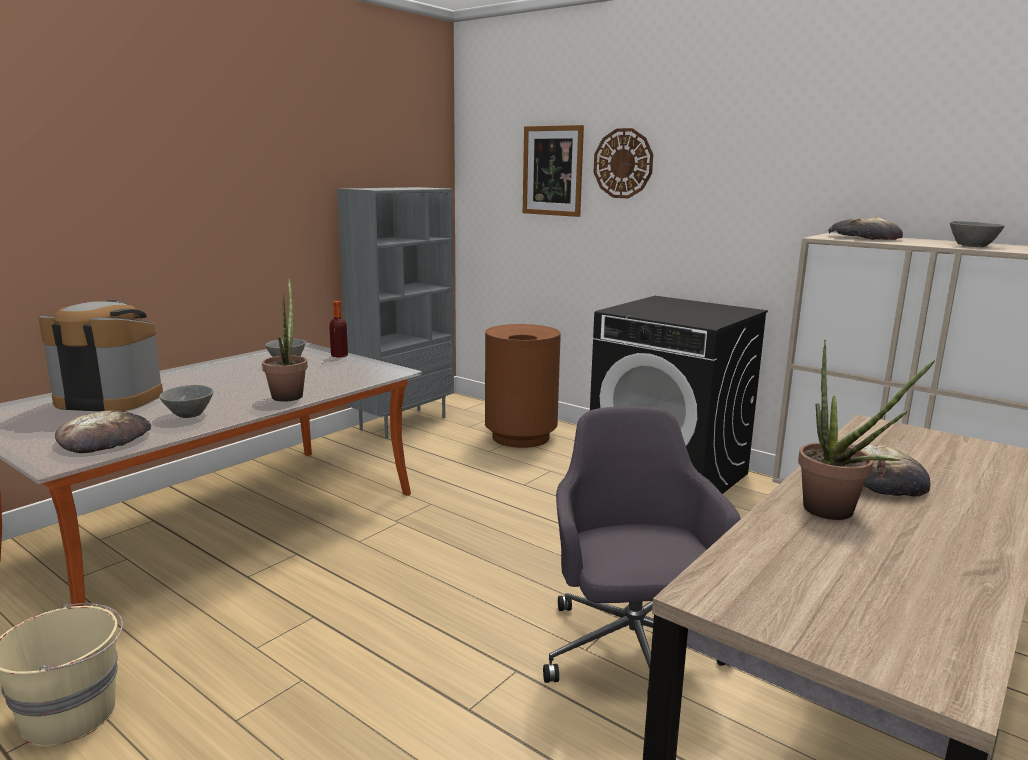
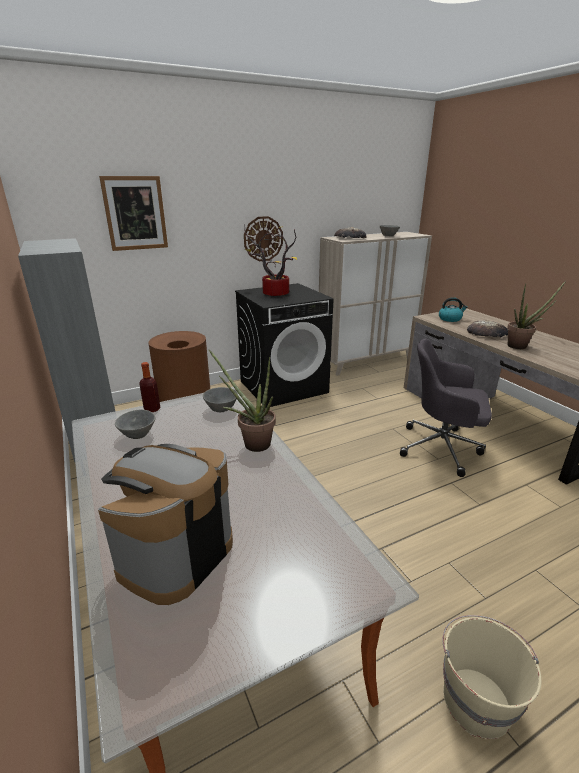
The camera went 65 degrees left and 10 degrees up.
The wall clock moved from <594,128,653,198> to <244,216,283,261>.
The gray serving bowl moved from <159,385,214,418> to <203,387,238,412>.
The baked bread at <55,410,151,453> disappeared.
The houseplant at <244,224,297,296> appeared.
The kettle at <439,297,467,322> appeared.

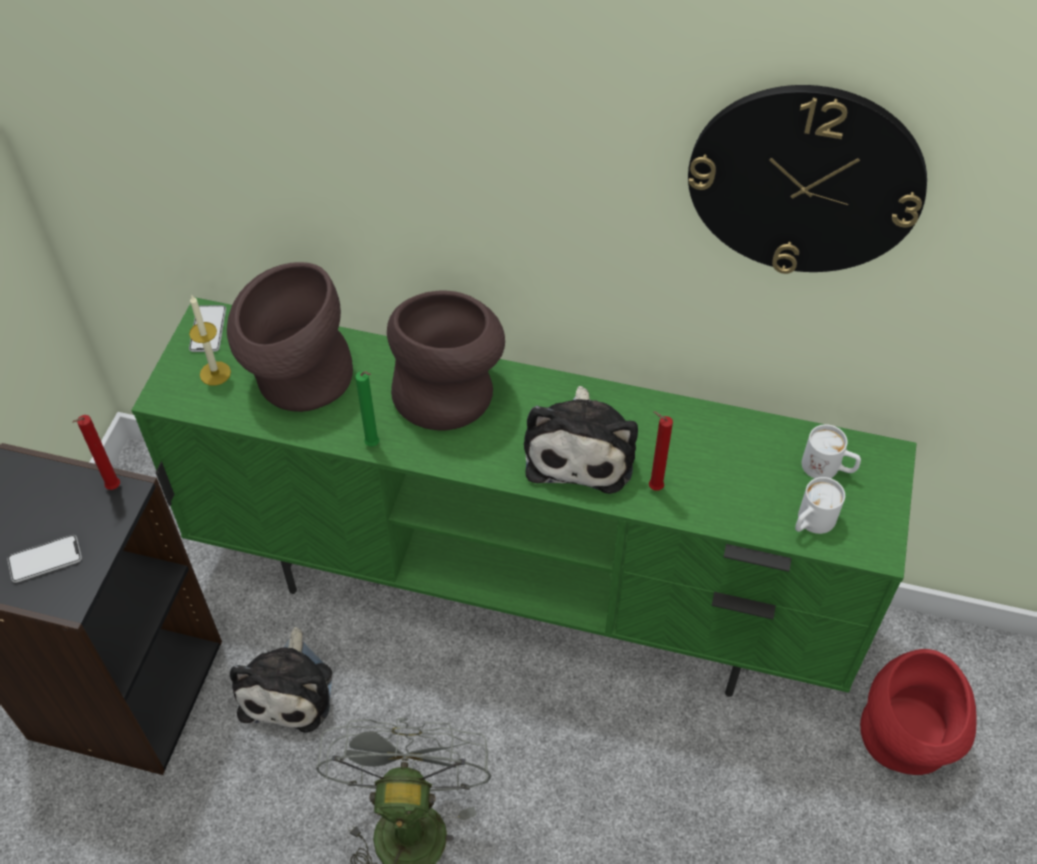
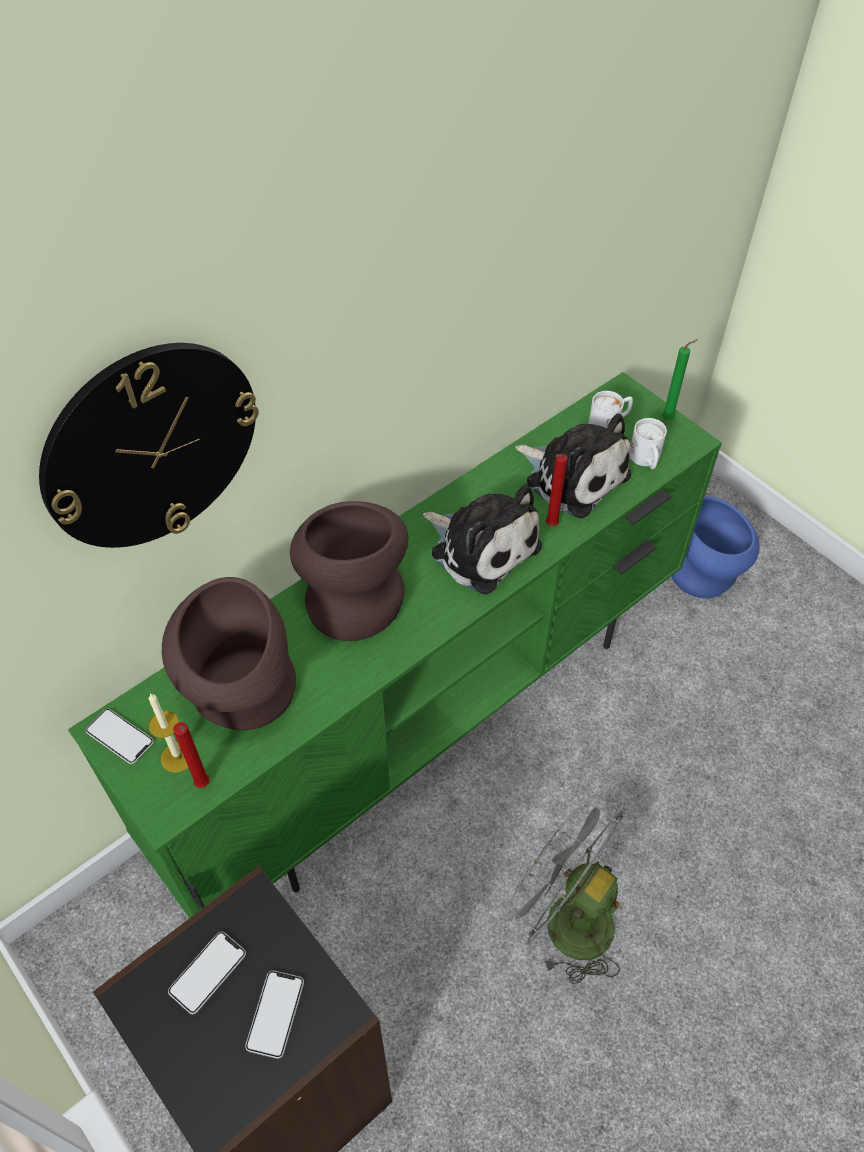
The camera went 55 degrees left and 0 degrees up.
The wall clock moved from <688,85,927,274> to <39,343,259,548>.
The green-coloured wax candle moved from <355,371,379,447> to <662,340,697,420>.
The red-coloured wax candle moved from <72,415,120,490> to <173,722,210,788>.
The plush toy moved from <230,627,332,733> to <515,413,631,518>.
The red-coloured decorative vase at <860,649,977,775> became the blue-coloured decorative vase at <671,496,760,598>.
The phone at <168,931,246,1014> appeared.

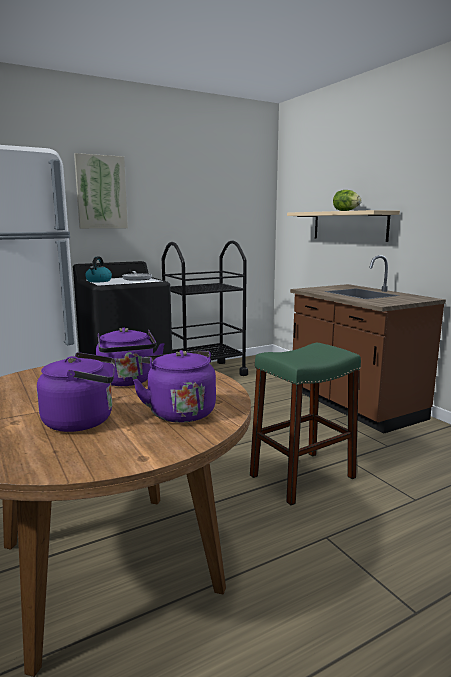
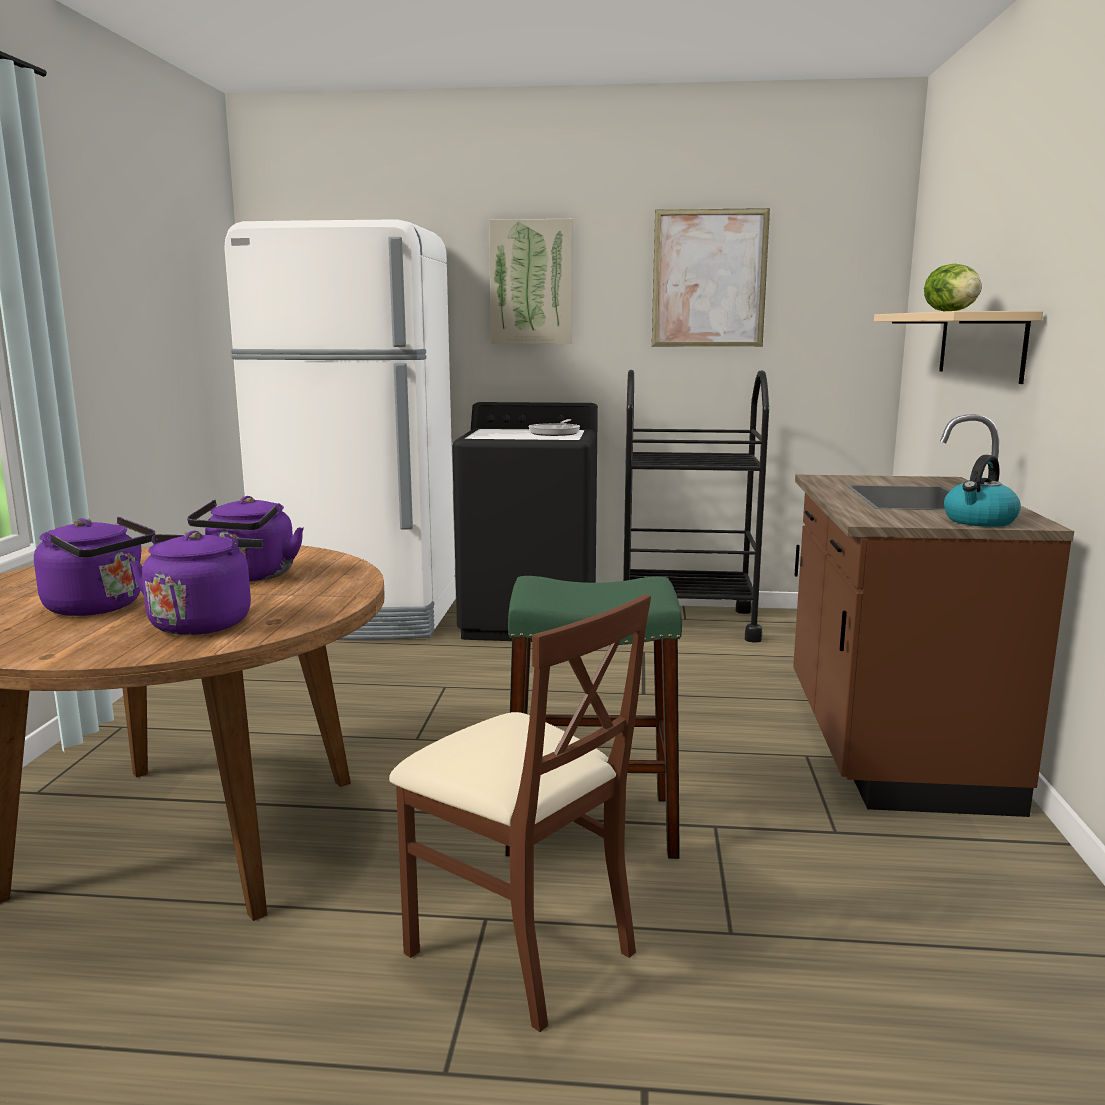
The camera went 35 degrees right and 0 degrees up.
The kettle moved from <85,257,112,282> to <944,455,1021,527>.
The wall art at <652,208,770,347> appeared.
The brown plain chair at <389,594,651,1032> appeared.

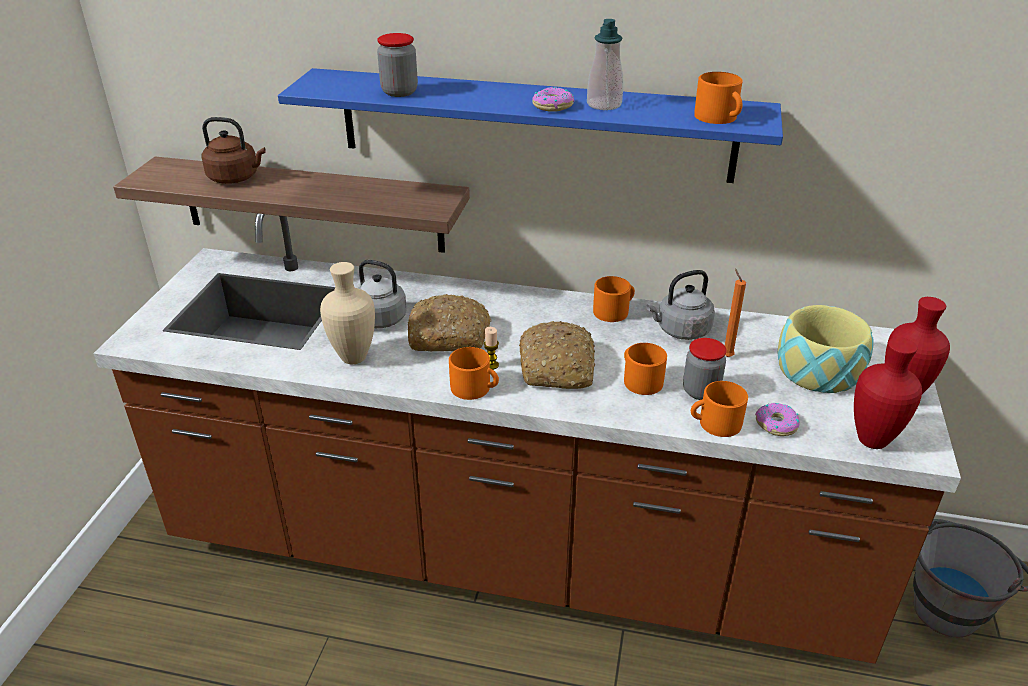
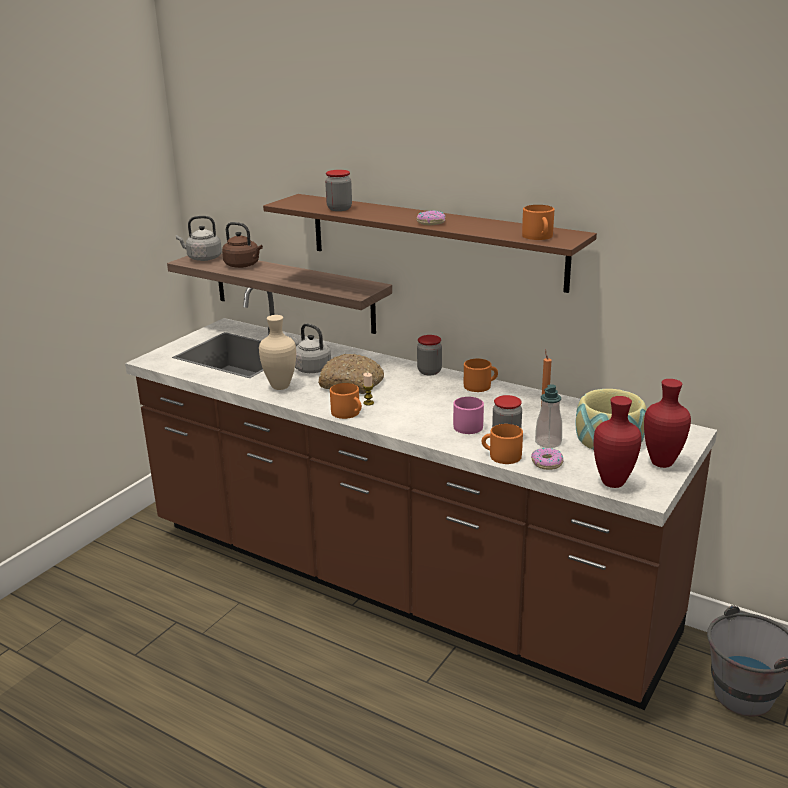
The camera went 20 degrees right and 10 degrees down.
The liquid soap bottle moved from <587,19,623,110> to <535,384,562,448>.
The blue-coloured bracket shelf at <278,68,783,183> became the brown bracket shelf at <263,194,597,293>.
The gray kettle moved from <646,270,715,340> to <176,216,222,261>.
The baked bread at <519,321,595,389> disappeared.
The orangey coffee mug at <624,343,667,395> became the pink-coloured coffee mug at <453,397,484,434>.
The preserve jar at <417,335,442,375> appeared.

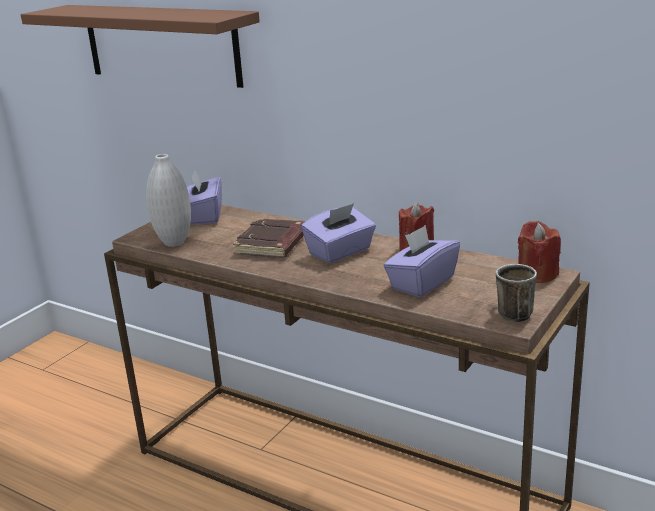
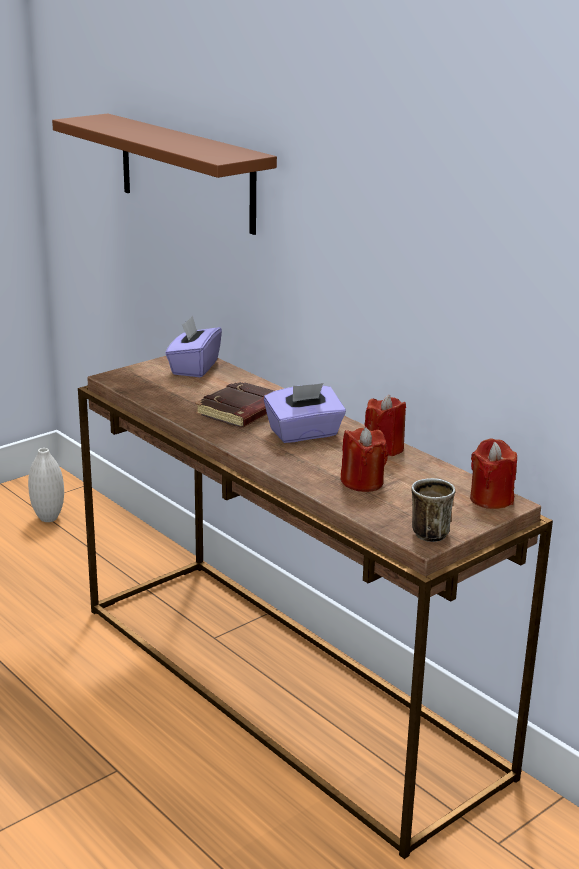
The camera went 15 degrees right and 0 degrees up.
The white-coloured decorative vase moved from <146,154,191,247> to <28,448,64,522>.
The purple tissue box at <384,225,460,297> was replaced by the red-coloured wax candle at <340,427,388,492>.

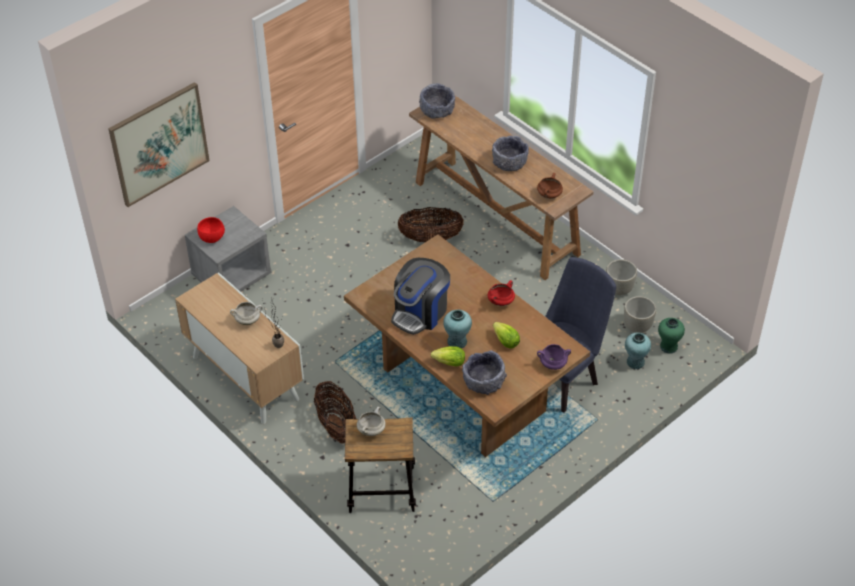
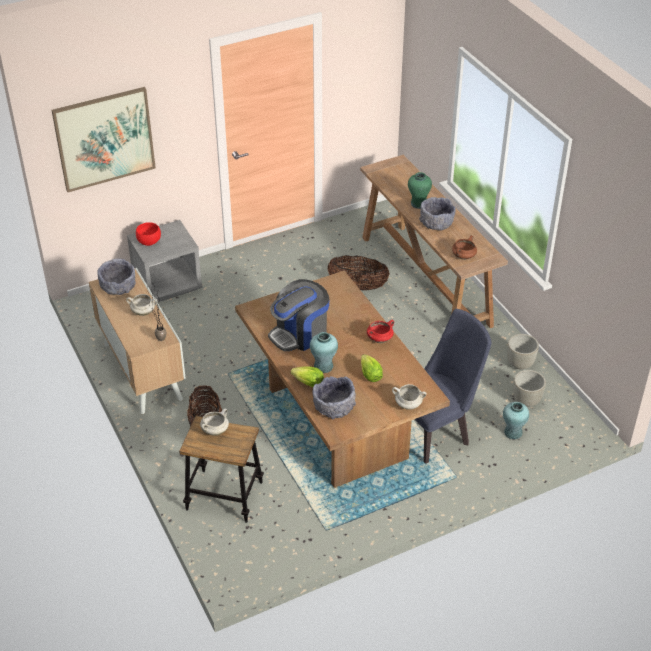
The camera went 15 degrees right and 5 degrees down.
The gray serving bowl moved from <419,83,455,119> to <97,259,136,295>.
The green-coloured decorative vase moved from <658,318,685,354> to <408,172,432,209>.
The purple saucepot at <537,344,571,370> became the white-coloured saucepot at <392,384,427,410>.

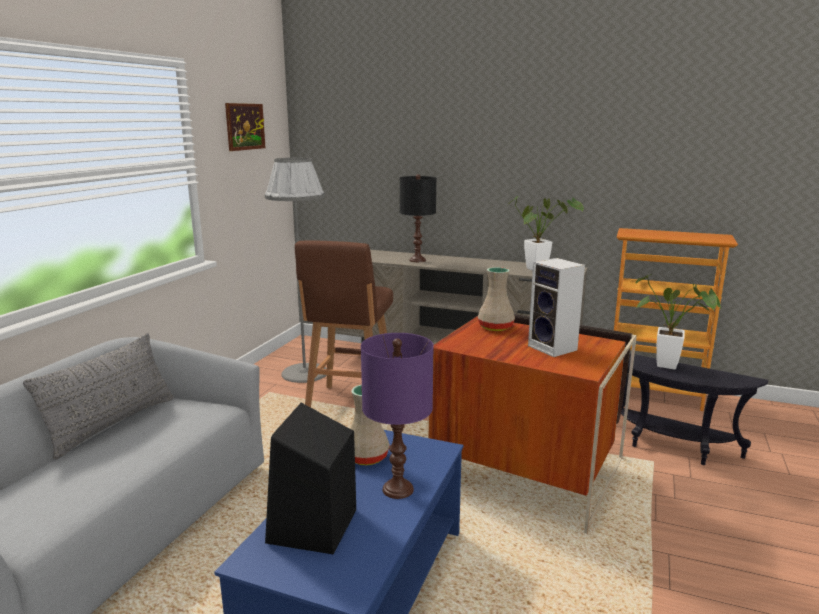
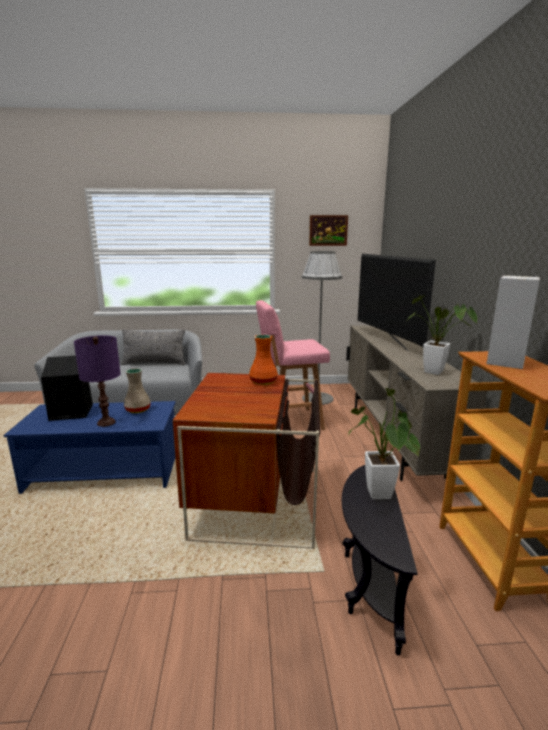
The camera went 65 degrees right and 0 degrees up.
The black table lamp at <400,174,436,262> was replaced by the TV at <358,254,436,351>.
The brown stool at <295,241,393,407> became the pink-coloured stool at <256,300,330,430>.
The loudspeaker moved from <528,258,585,357> to <487,275,540,369>.
The beige-coloured decorative vase at <478,267,515,331> became the orangey decorative vase at <249,335,278,385>.

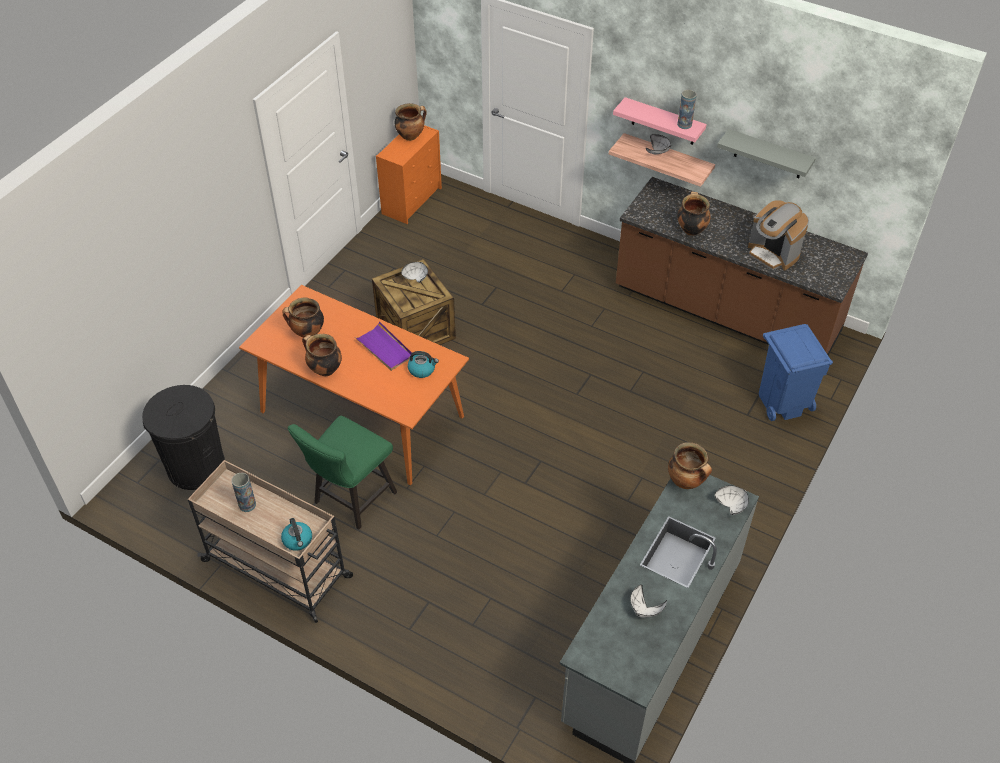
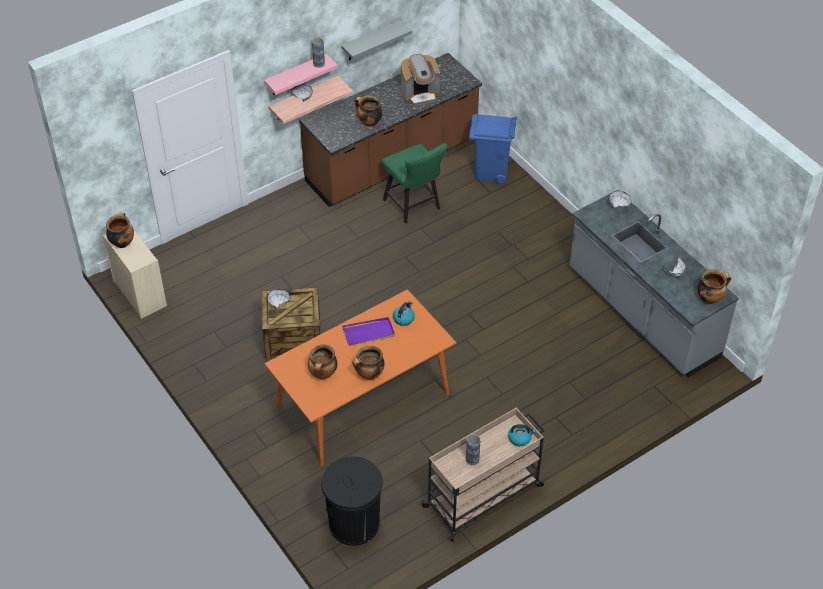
The camera went 65 degrees left and 0 degrees up.
The orangey dresser at <376,125,442,224> became the beige-coloured dresser at <102,231,167,319>.
The green-coloured plain chair moved from <288,416,397,529> to <382,143,448,224>.
The saucepot moved from <668,442,712,489> to <697,269,731,304>.

